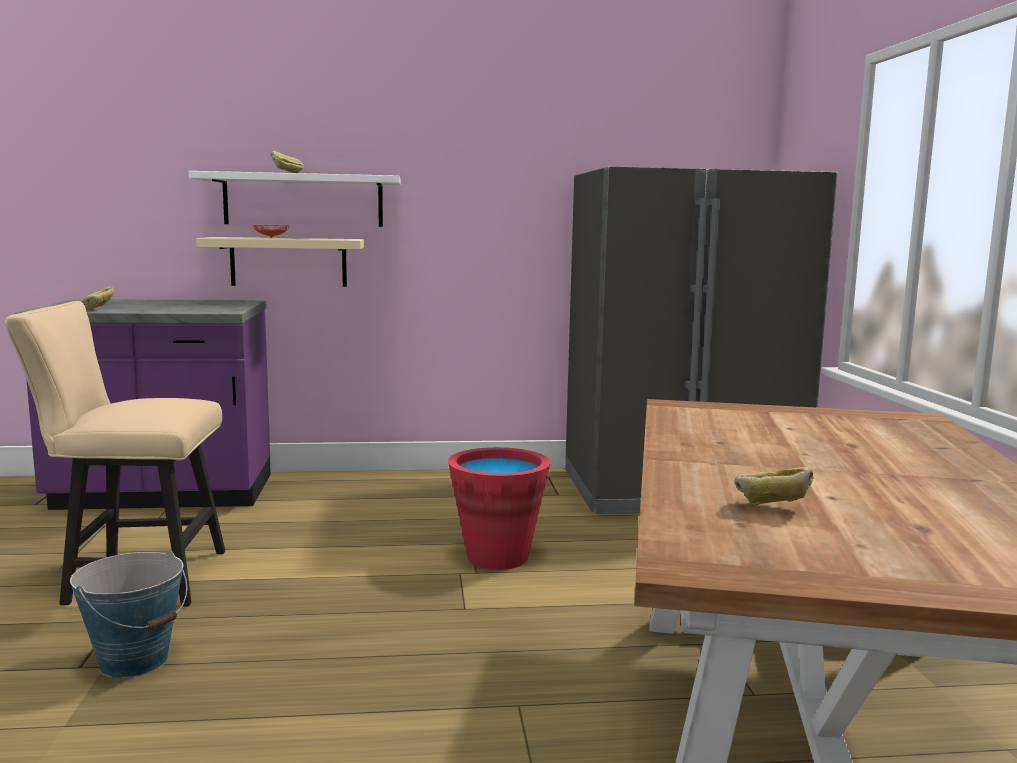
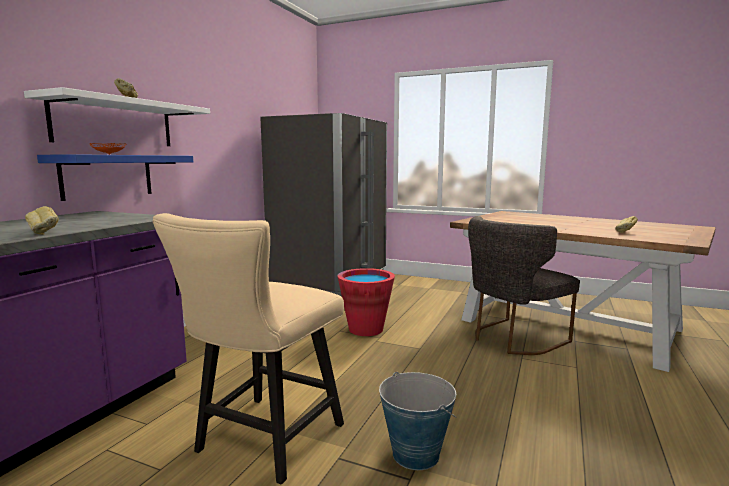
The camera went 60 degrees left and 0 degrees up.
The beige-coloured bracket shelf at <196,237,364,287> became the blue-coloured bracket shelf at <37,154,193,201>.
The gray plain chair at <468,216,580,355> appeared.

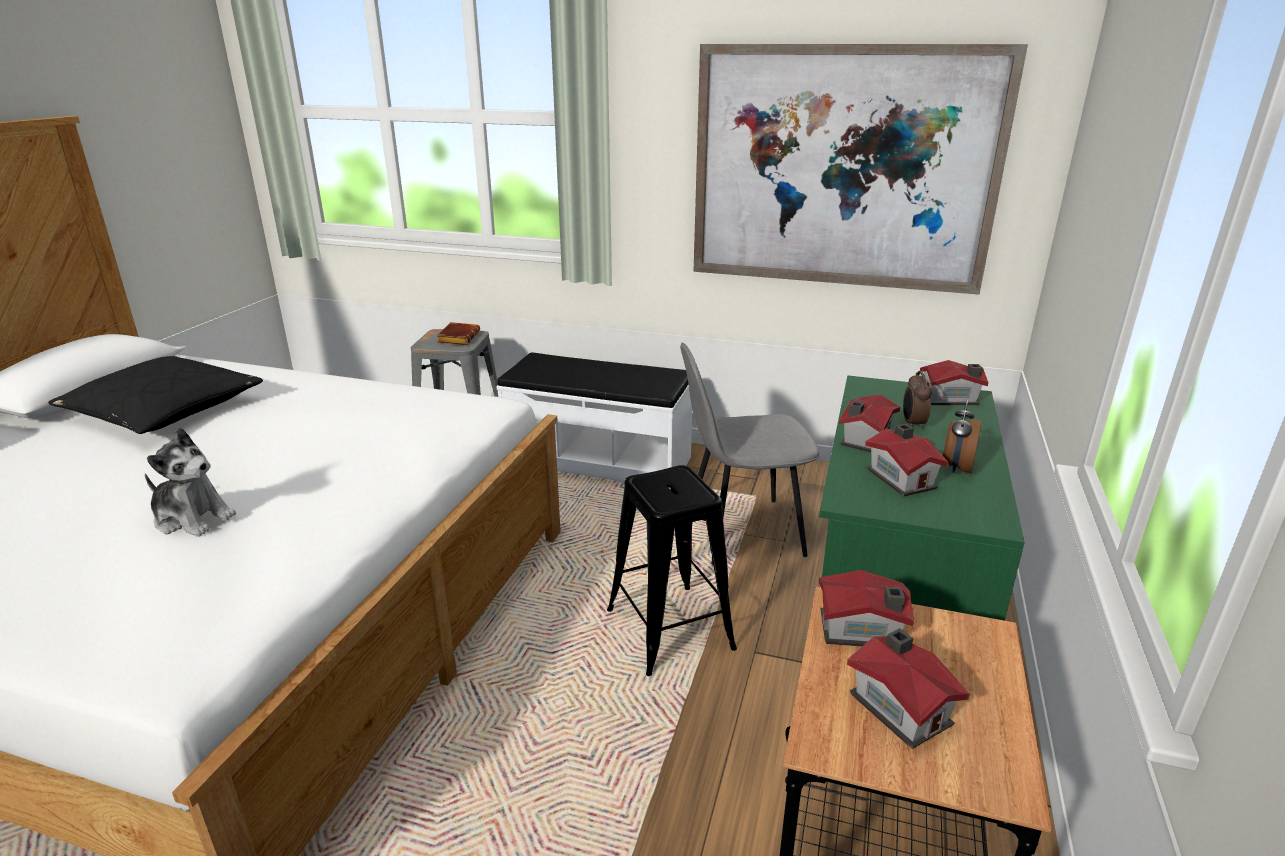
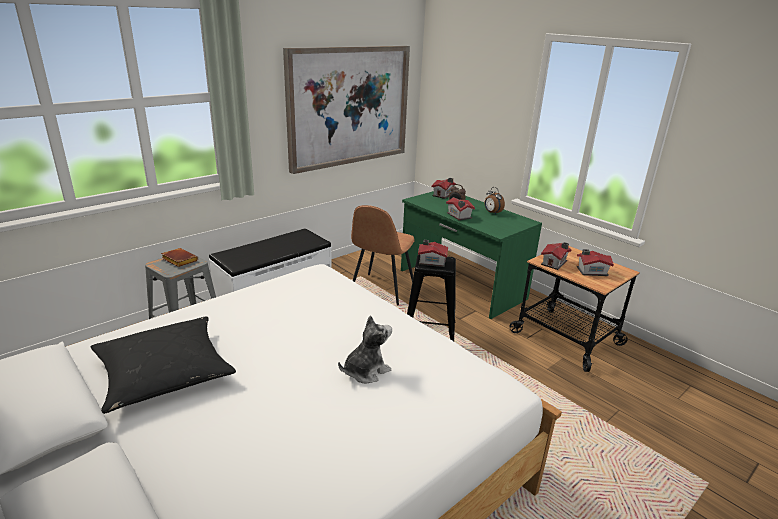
The camera went 60 degrees left and 0 degrees up.
The gray plain chair at <680,343,820,565> became the brown plain chair at <351,205,415,305>.
The toy house moved from <865,424,948,497> to <418,240,448,267>.

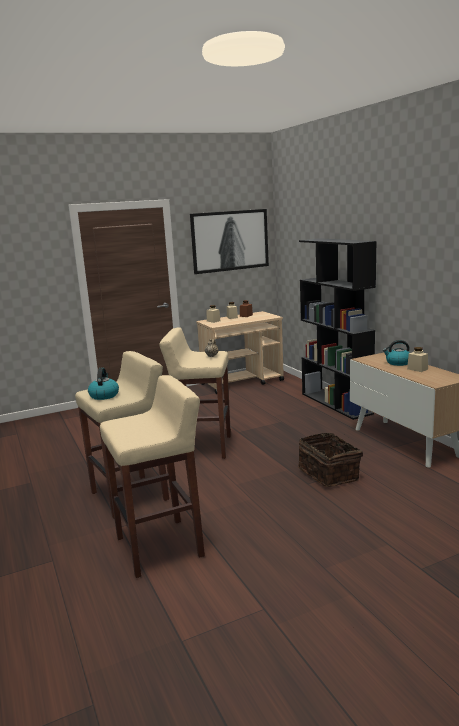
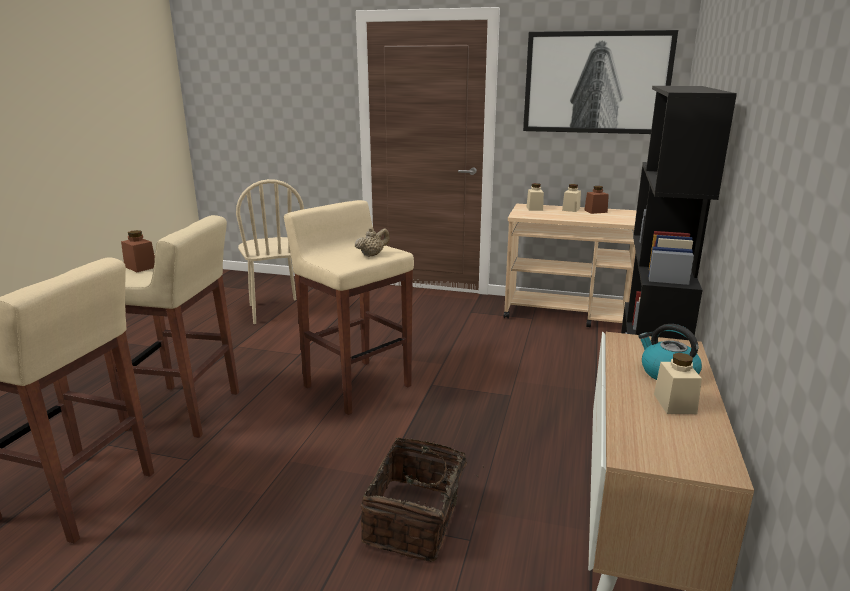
The camera went 40 degrees right and 5 degrees up.
The kettle at <88,368,119,400> was replaced by the brown preserve jar at <121,230,155,272>.
The beige-coloured plain chair at <236,179,304,324> appeared.

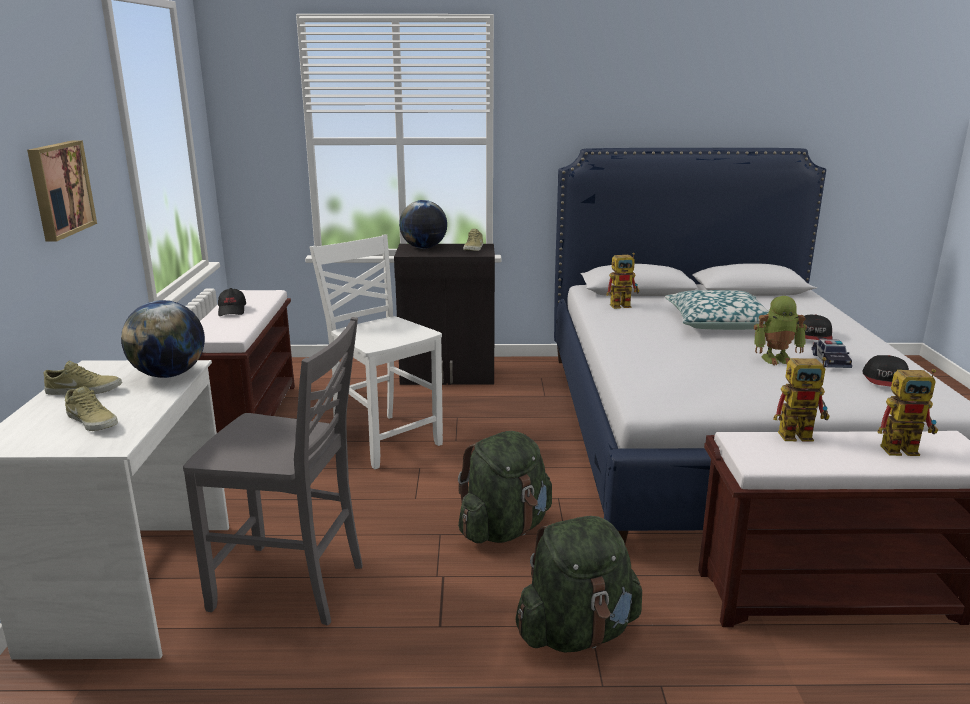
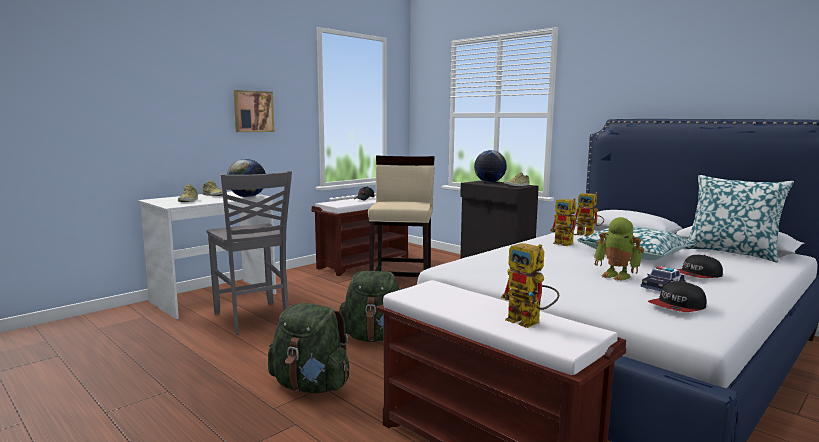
The camera went 45 degrees right and 10 degrees down.
The white-coloured plain chair at <310,234,443,469> was replaced by the beige-coloured stool at <368,156,435,277>.
The robot figure moved from <773,357,830,442> to <550,198,585,246>.
The pillow at <684,175,794,263> appeared.

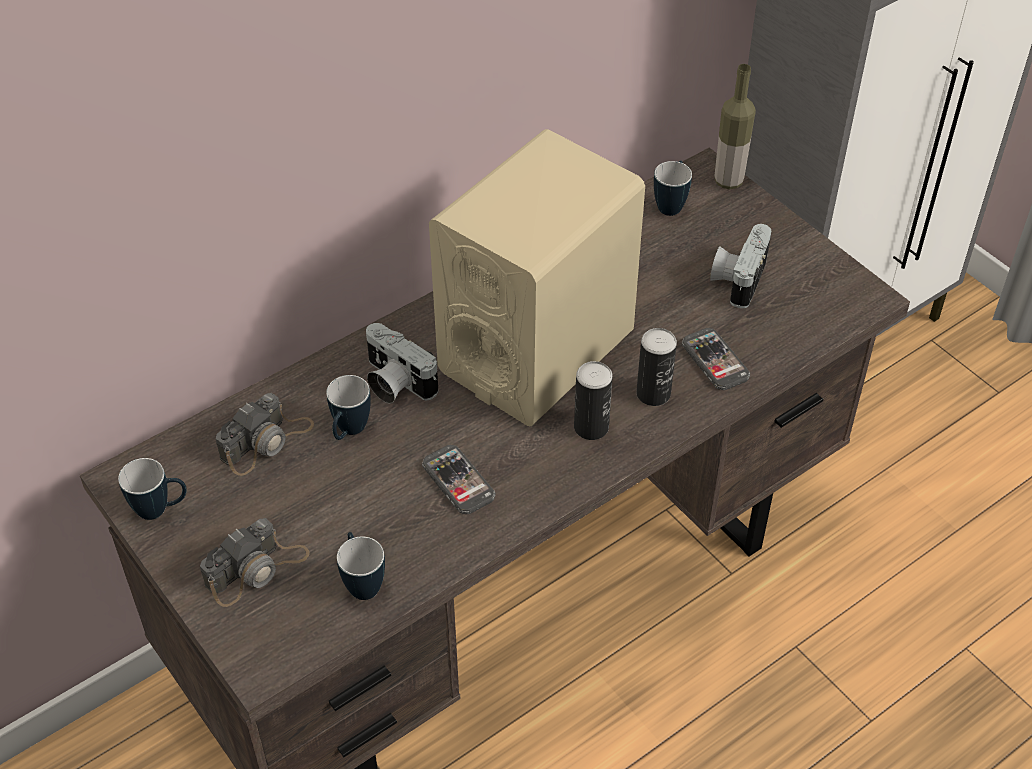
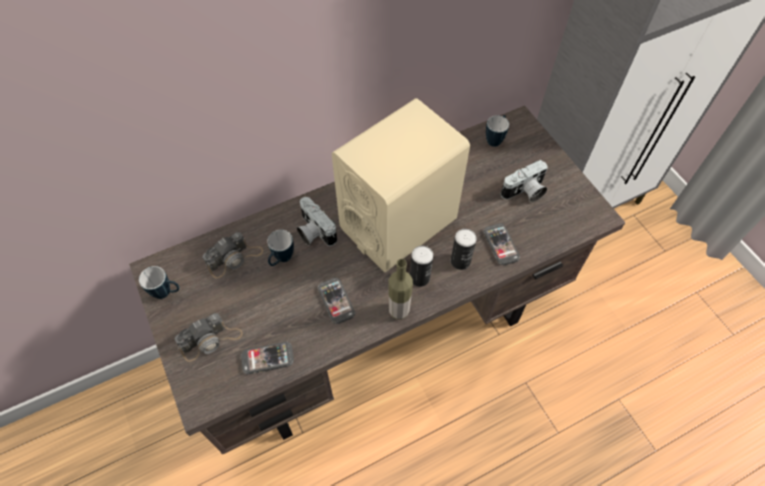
The camera went 10 degrees right and 10 degrees up.
The drink bottle moved from <714,64,756,189> to <388,259,413,320>.
The still camera at <710,224,772,308> turned 150 degrees counterclockwise.
The coffee mug at <337,532,385,600> was replaced by the phone at <241,342,294,374>.

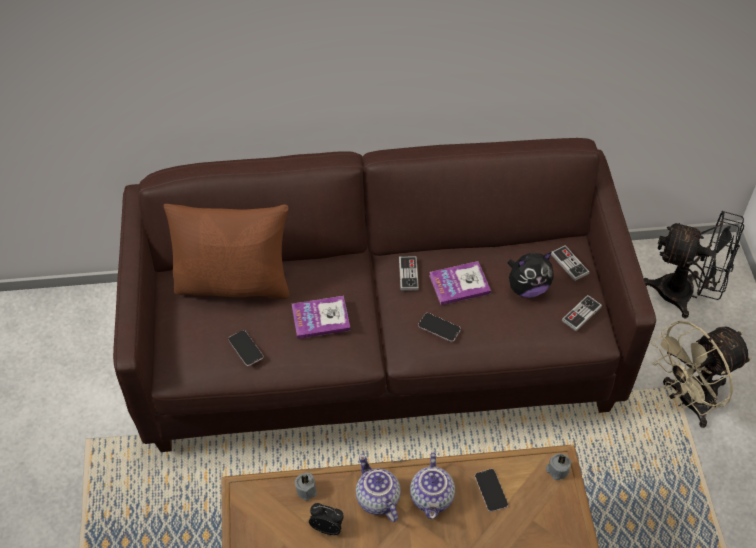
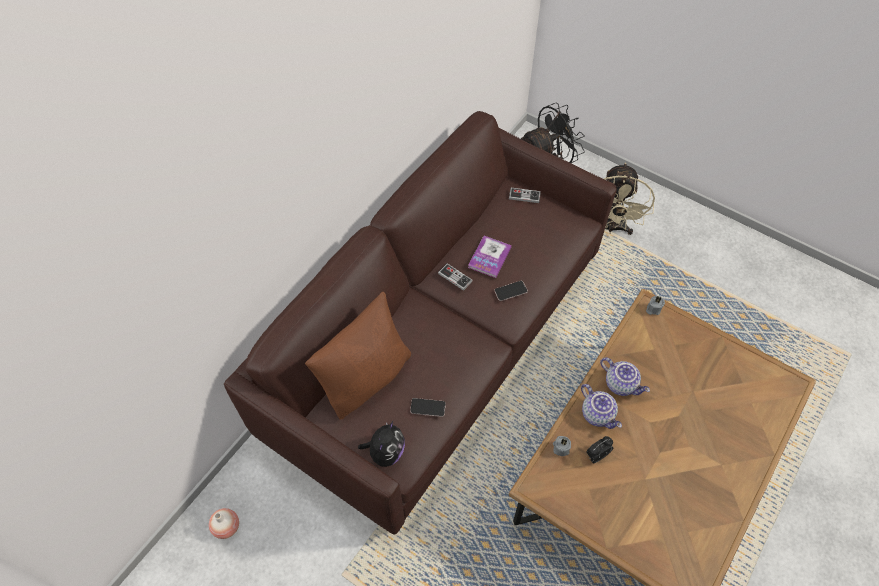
The camera went 50 degrees left and 5 degrees up.
The plush toy moved from <508,252,554,298> to <358,421,405,467>.
The gamepad at <562,295,602,331> disappeared.
The book at <292,296,350,339> disappeared.
The teapot at <356,454,401,522> turned 135 degrees counterclockwise.
The phone at <475,469,508,512> disappeared.
The decorative vase at <209,508,239,539> appeared.

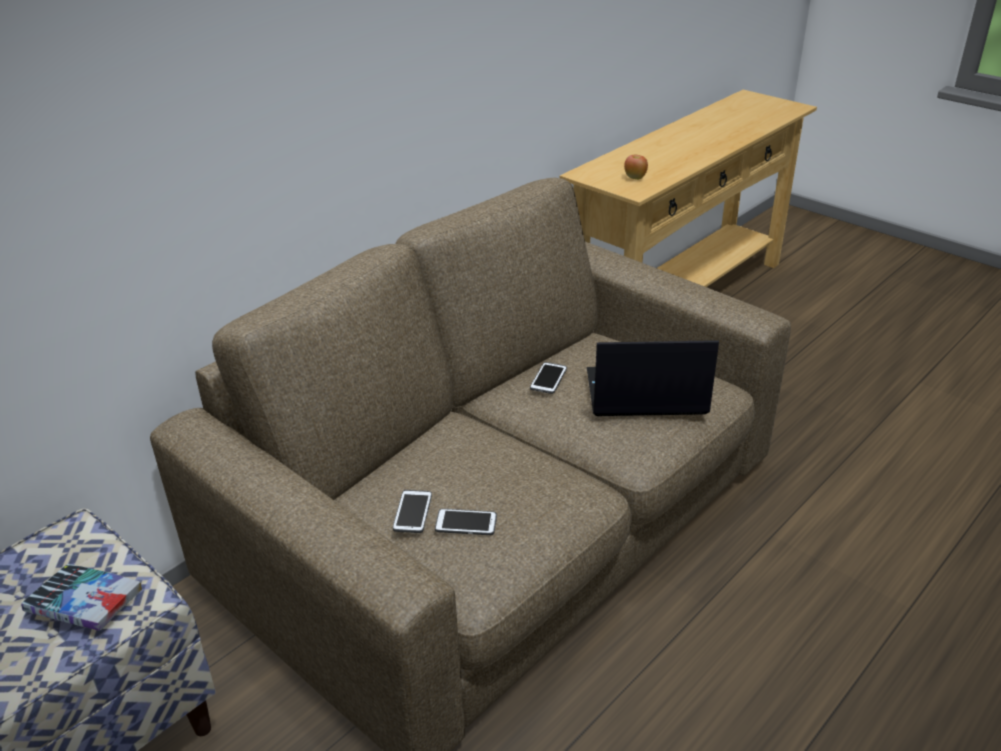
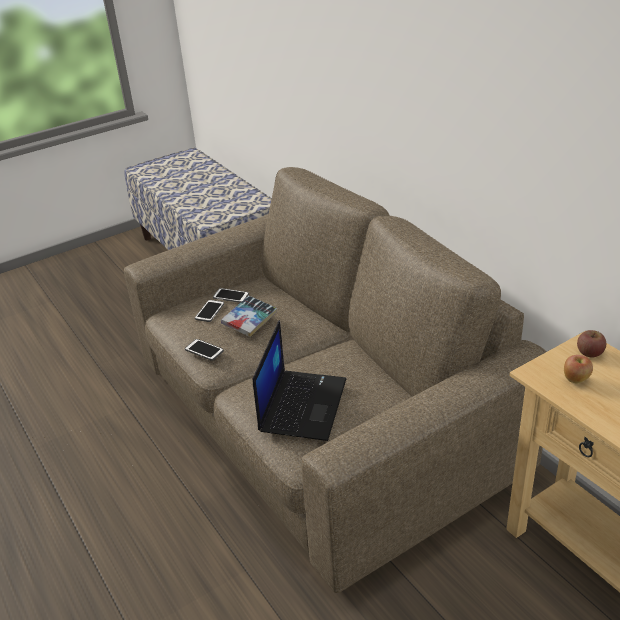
The camera went 105 degrees right and 0 degrees up.
The phone moved from <530,362,567,394> to <185,339,224,361>.
The book moved from <21,564,142,631> to <221,296,277,337>.
The apple at <577,330,606,357> appeared.

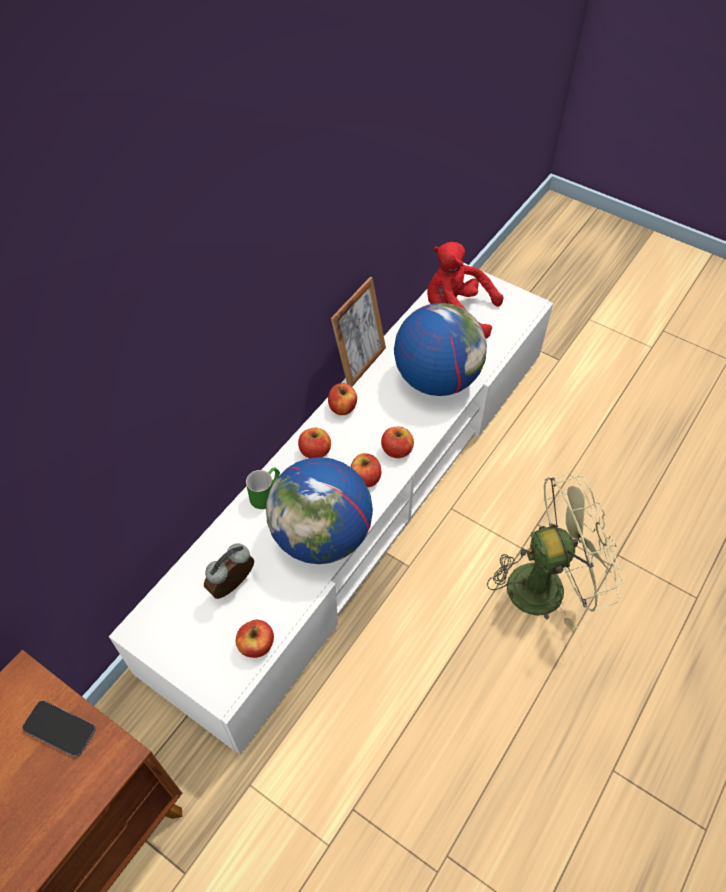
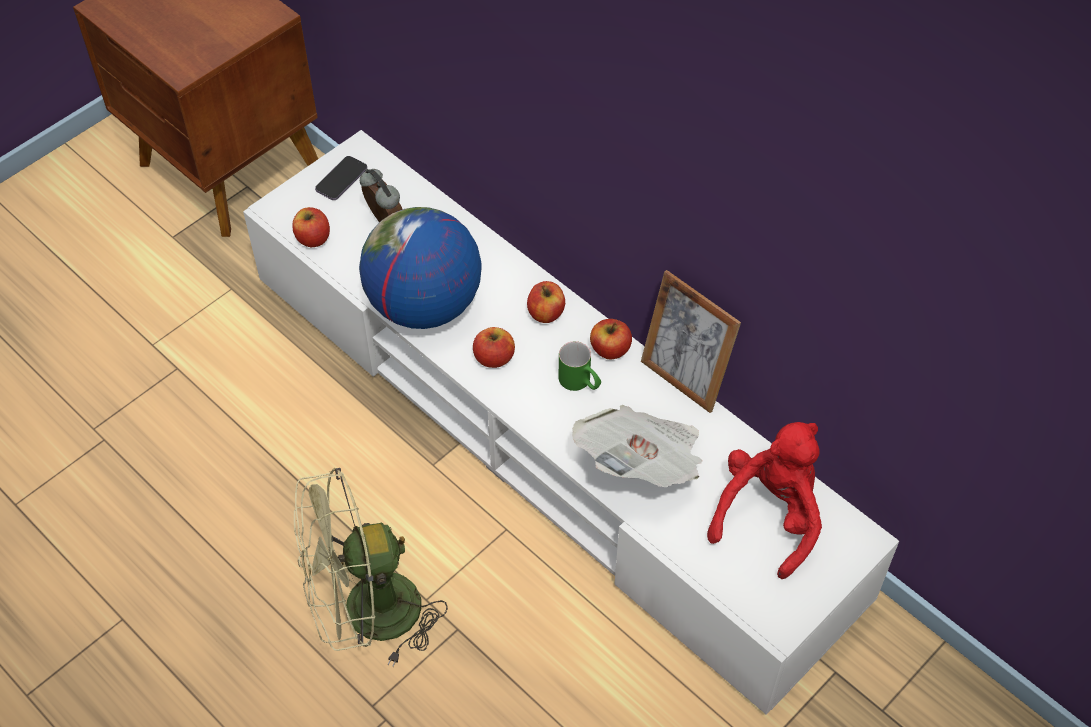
The camera went 100 degrees right and 0 degrees up.
The world globe at <394,303,487,396> was replaced by the daily paper at <572,405,702,487>.
The apple at <381,427,414,458> disappeared.
The green-coloured coffee mug moved from <246,467,280,509> to <559,341,601,391>.
The green-coloured fan at <487,474,623,631> turned 75 degrees clockwise.
The phone moved from <22,701,96,757> to <315,156,367,200>.

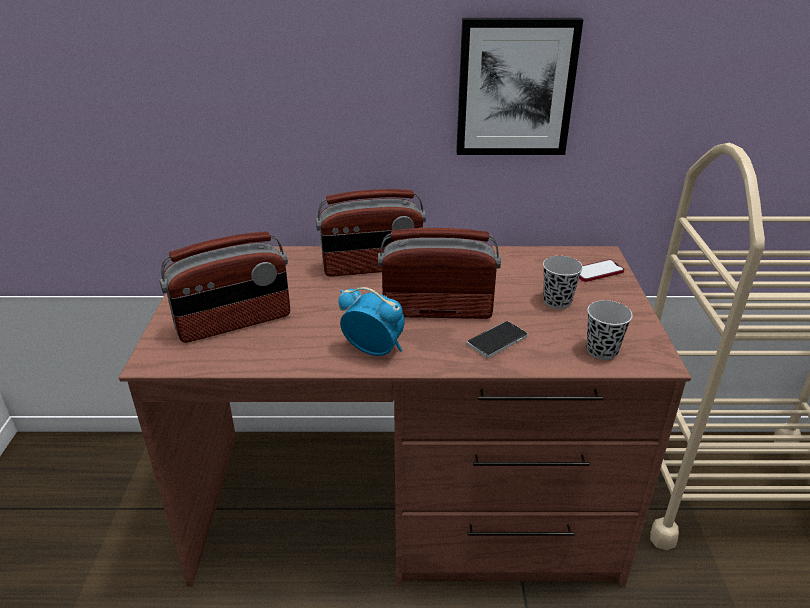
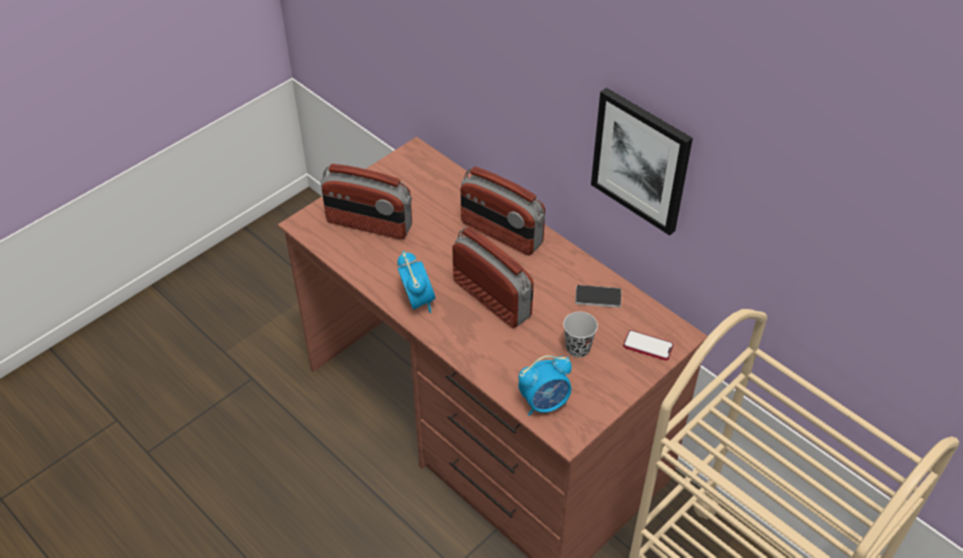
The camera went 45 degrees right and 15 degrees up.
The black cup at <587,300,633,360> was replaced by the table clock at <518,355,572,416>.
The phone moved from <467,321,527,358> to <575,285,621,308>.

